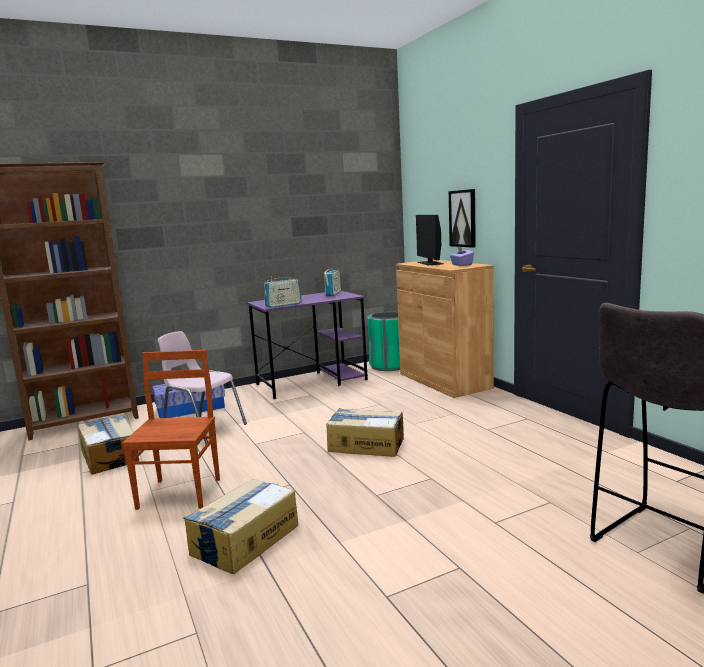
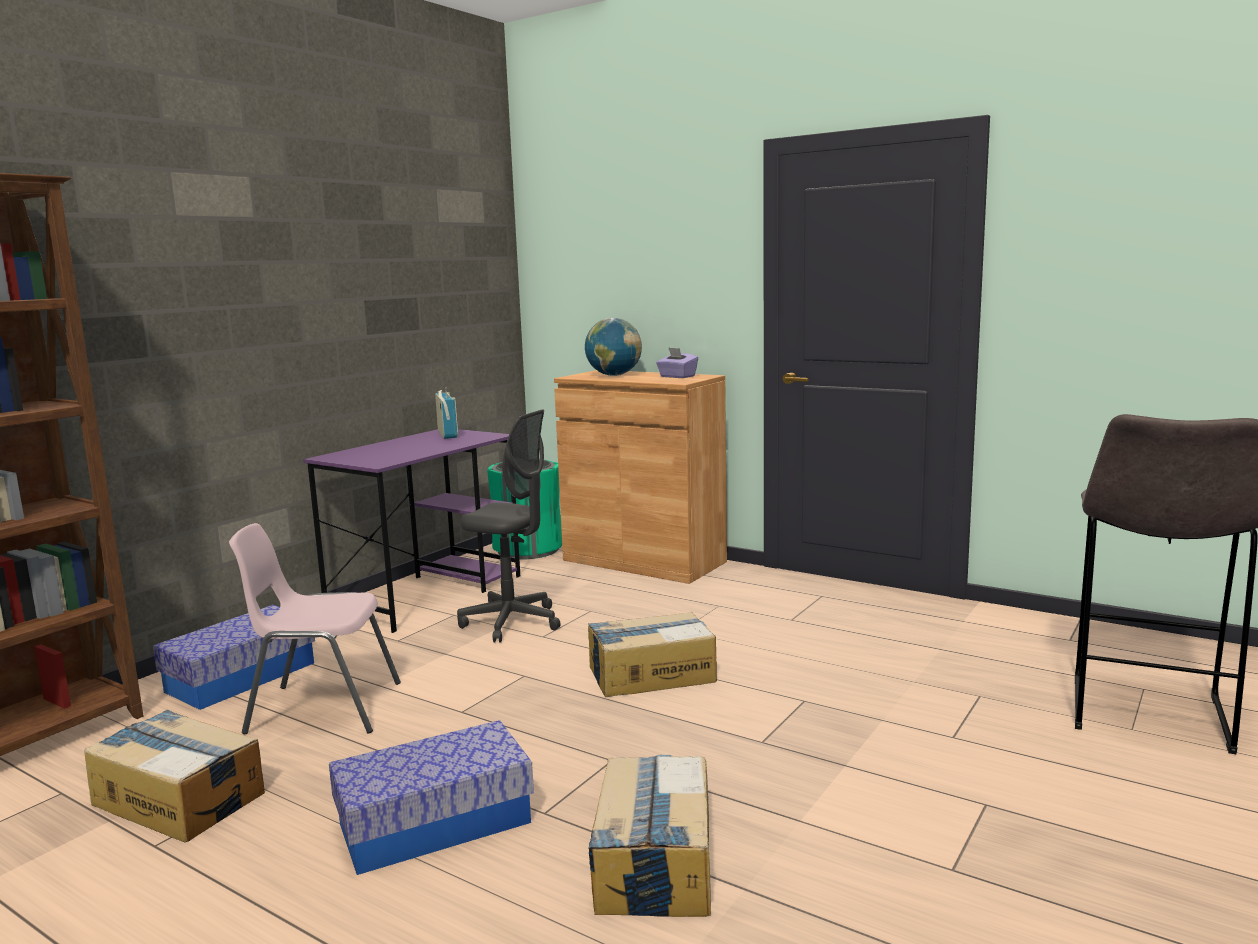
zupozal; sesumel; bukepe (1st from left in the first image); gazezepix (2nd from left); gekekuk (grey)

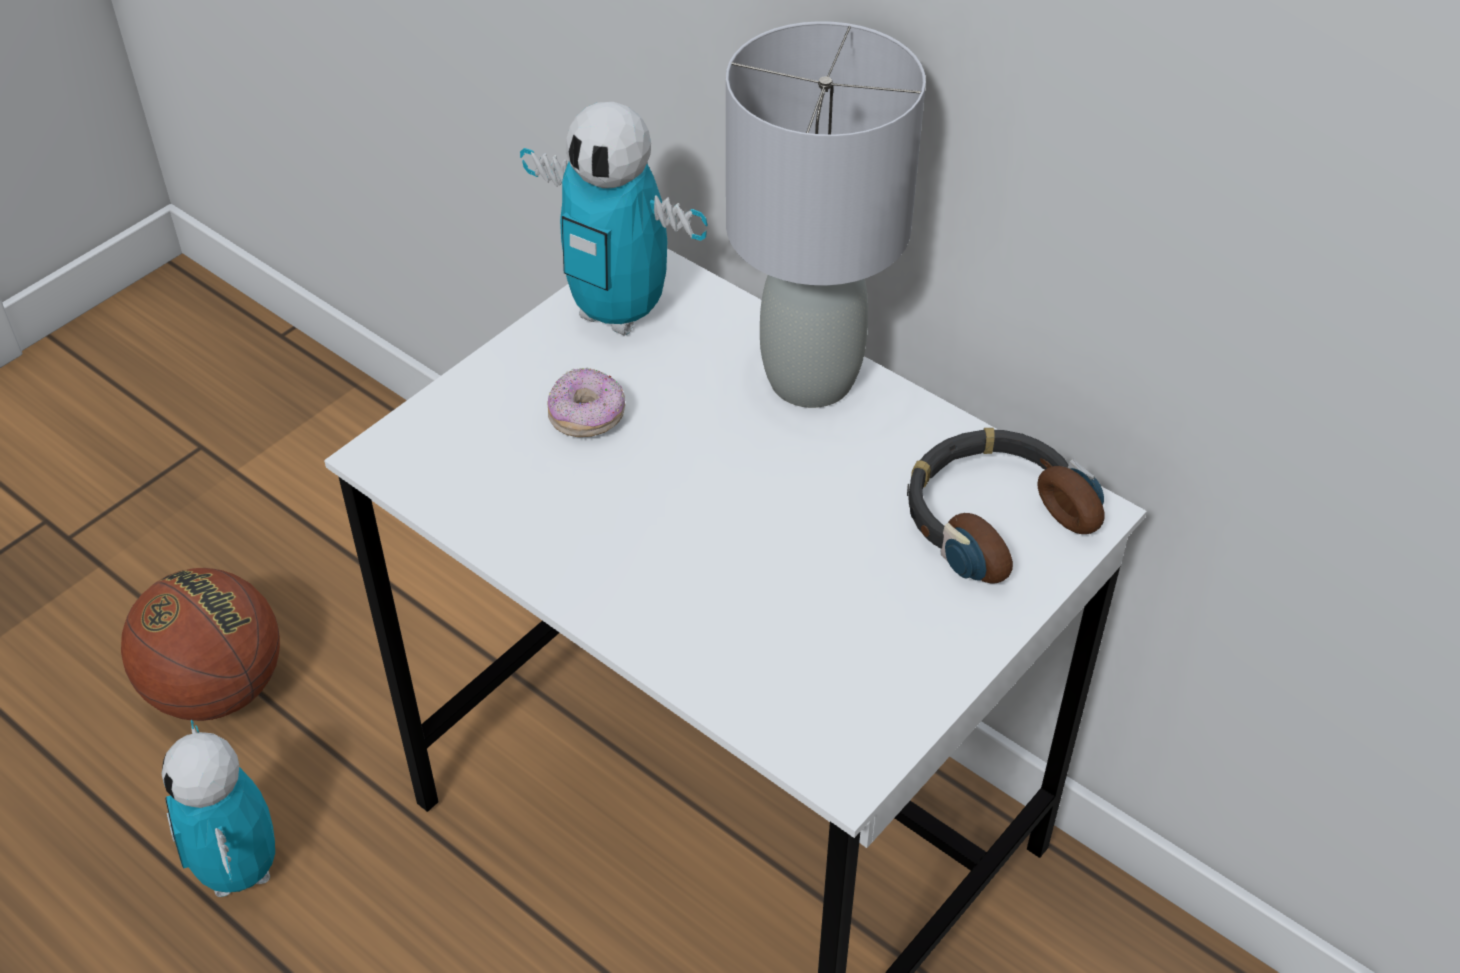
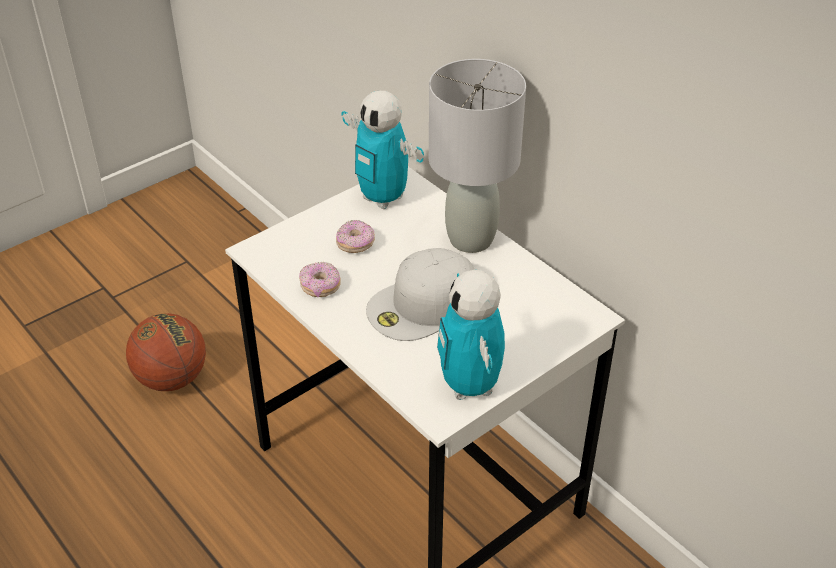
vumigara; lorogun (2nd from left); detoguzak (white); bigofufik (1st from left)

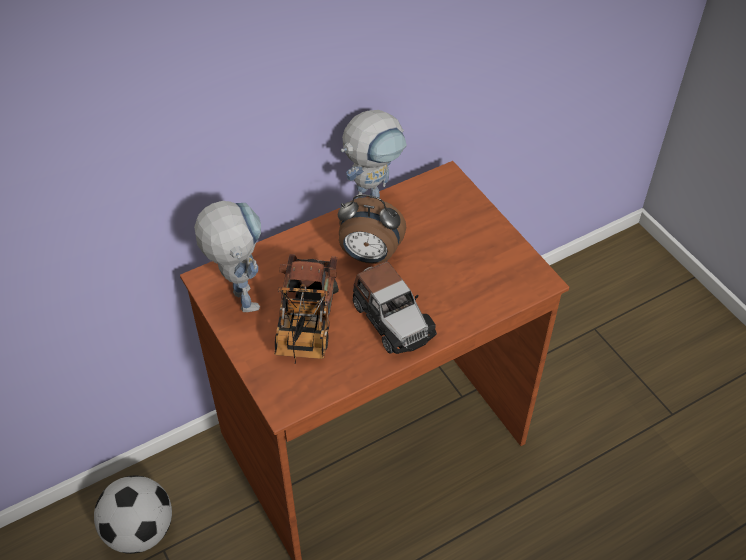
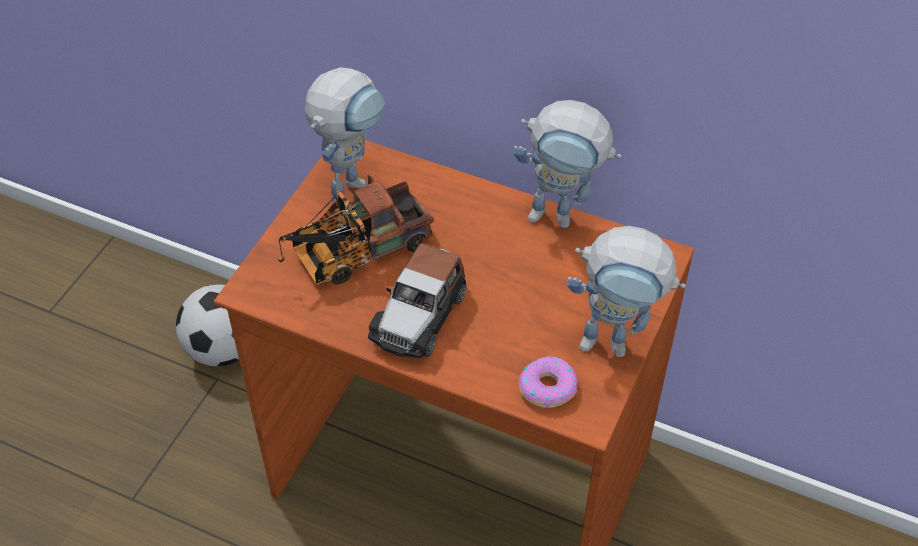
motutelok; lorogun (3rd from left); bigofufik

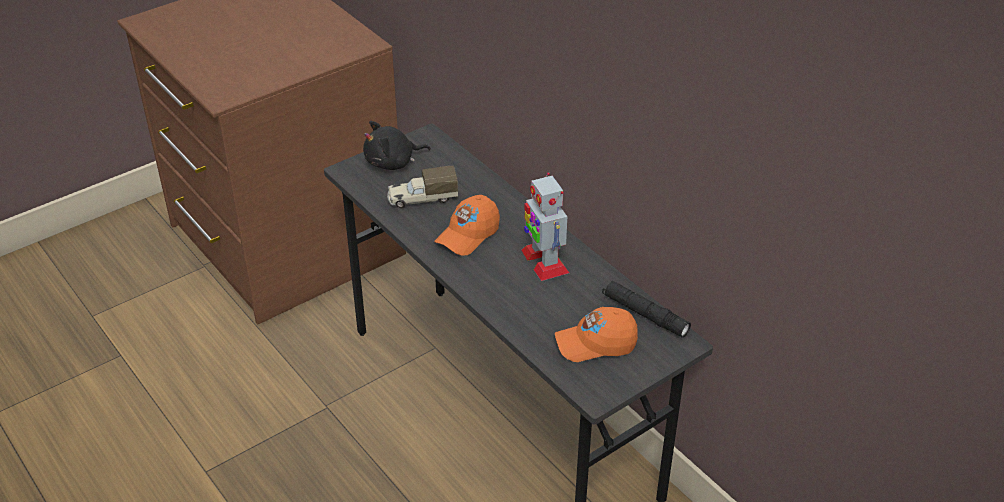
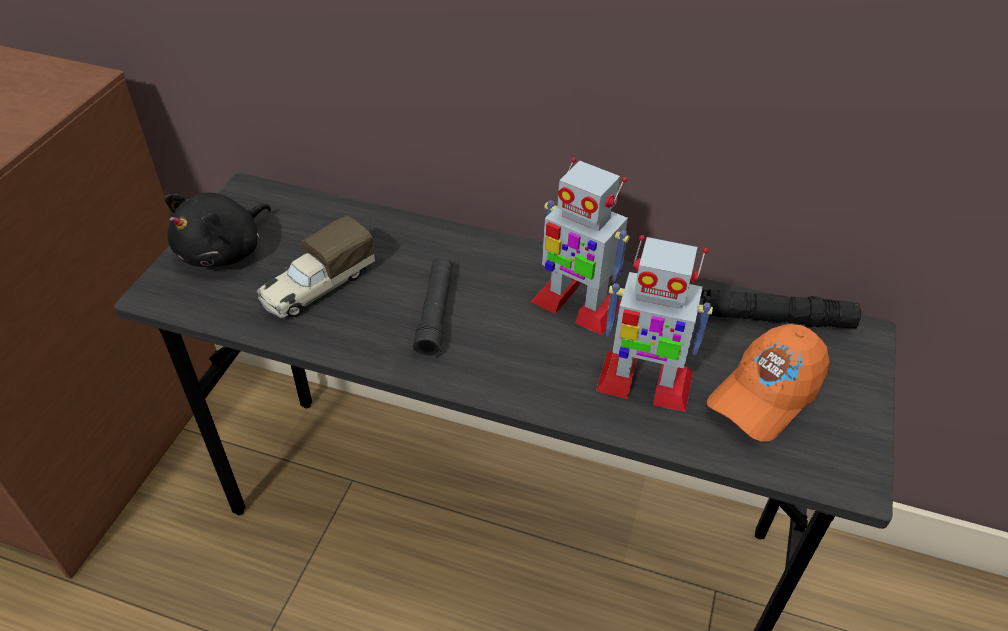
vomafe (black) (1st from left); lorogun (2nd from left)

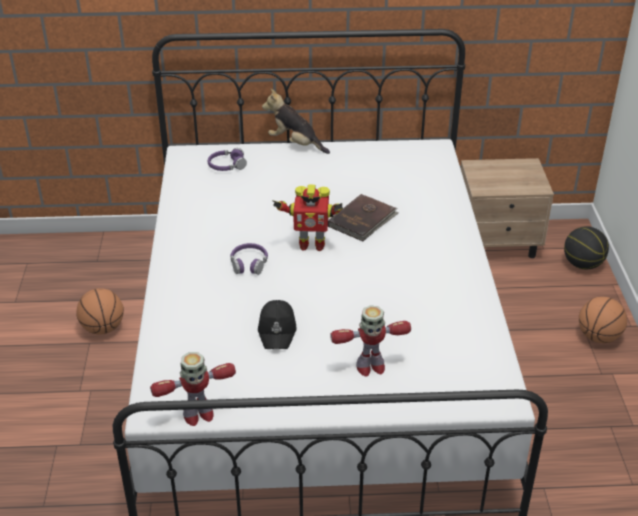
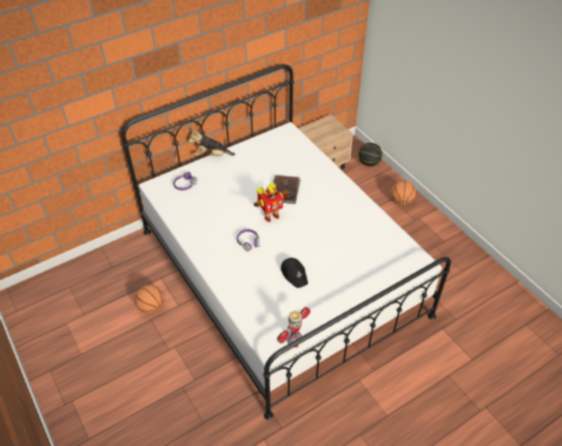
lorogun (3rd from left in the first image)

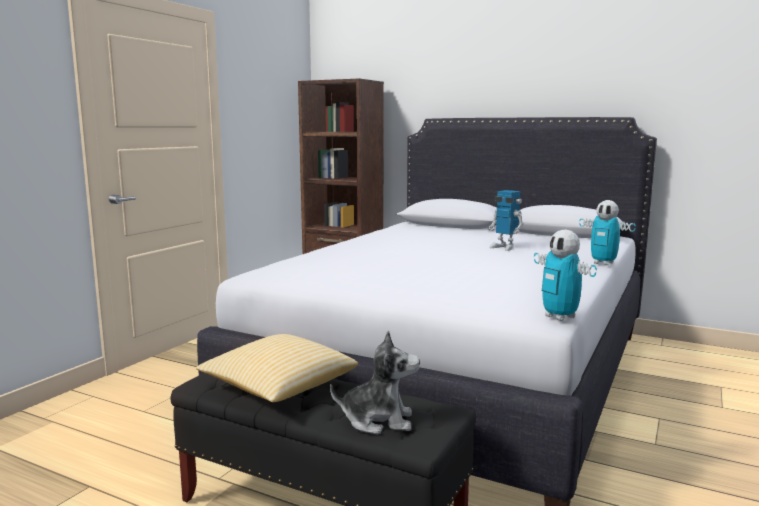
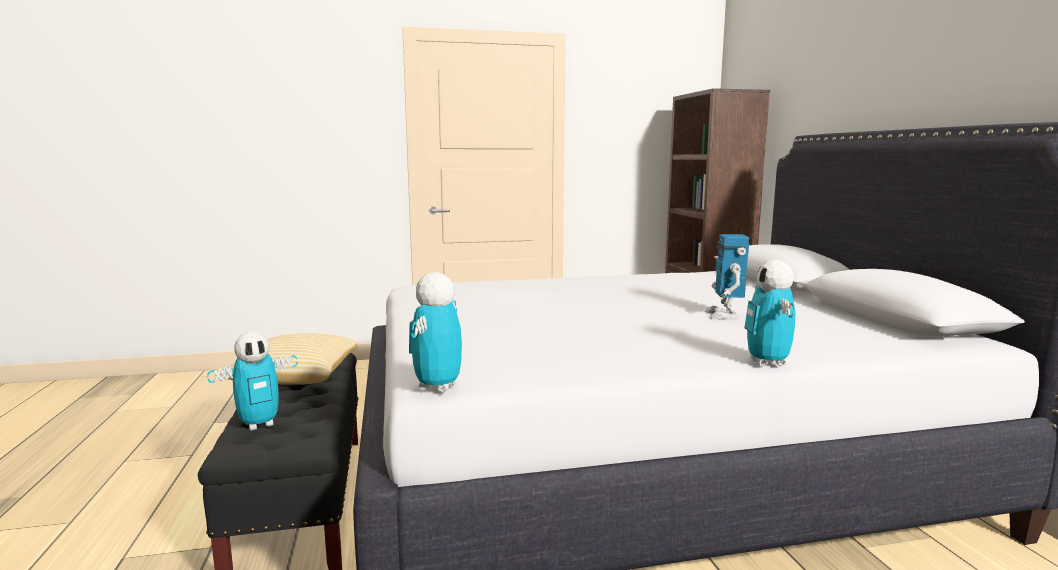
lorogun (1st from left)

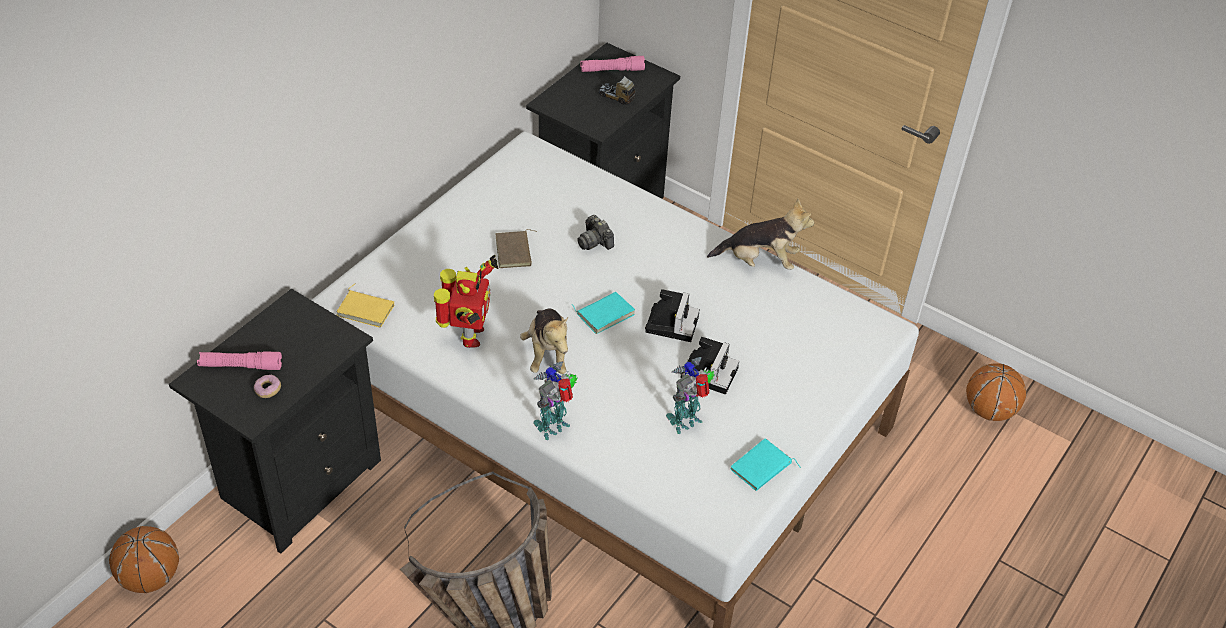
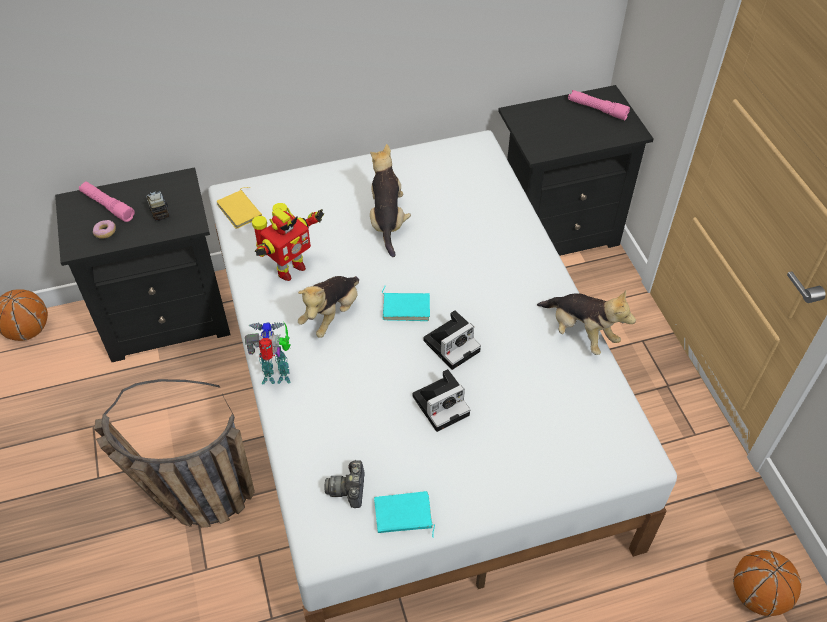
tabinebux; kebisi (1st from left); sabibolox (2nd from left); lorogun (3rd from left in the first image)

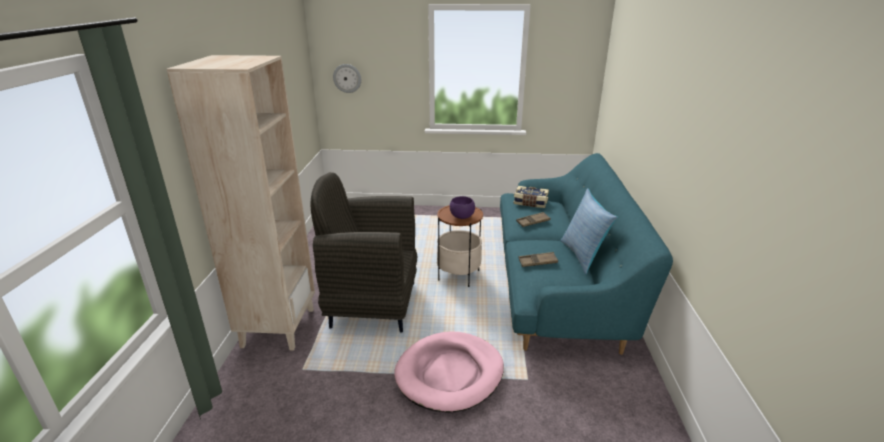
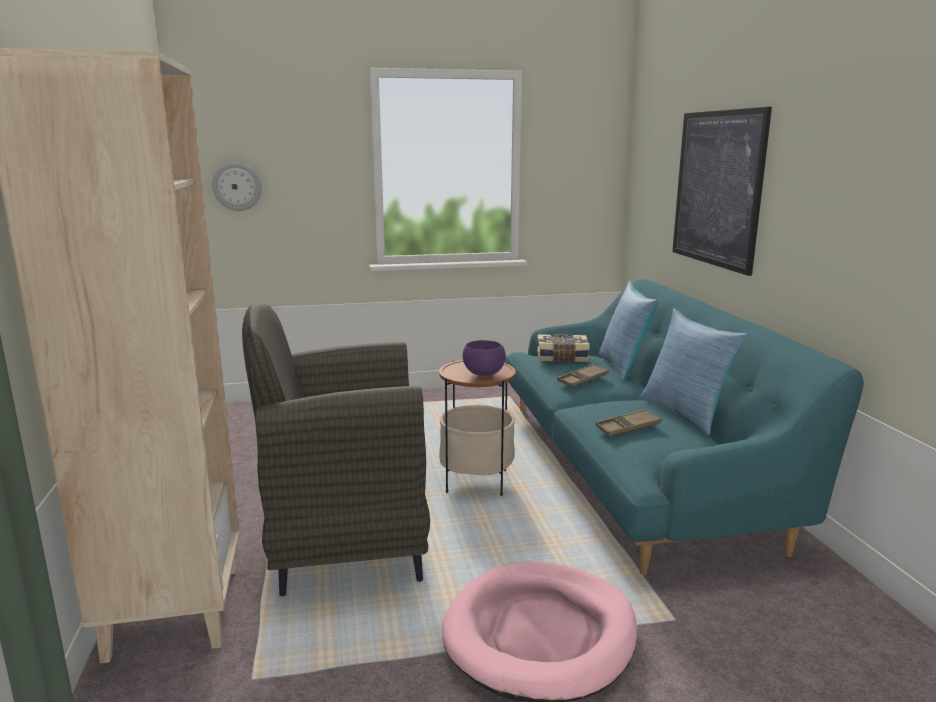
zupozal; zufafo (1st from left)

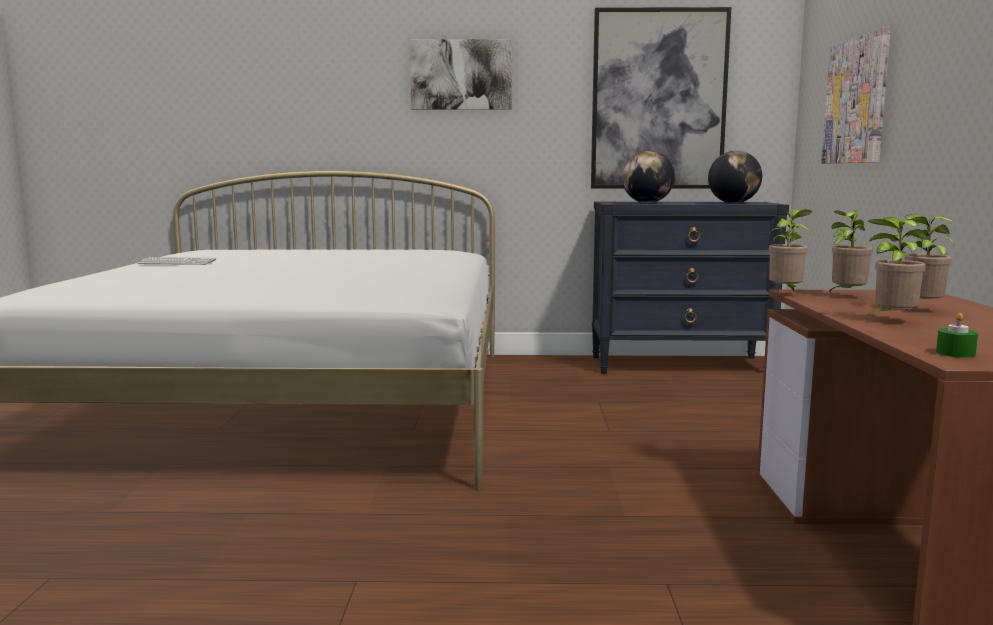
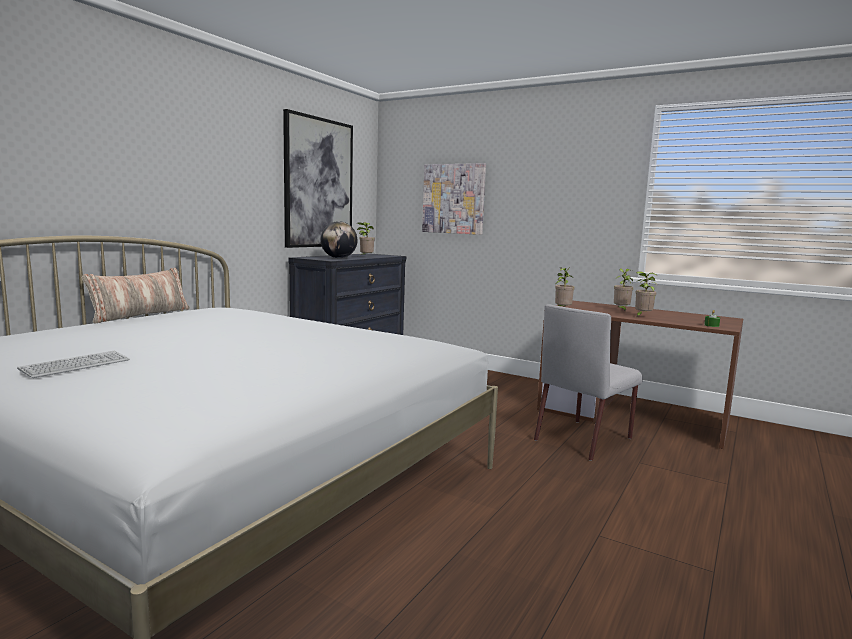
zupozal (1st from left in the first image); sesumel (2nd from left in the first image); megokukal (1st from left); zufafo; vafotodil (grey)

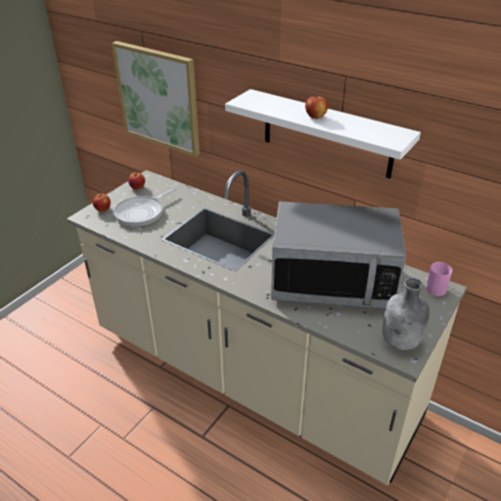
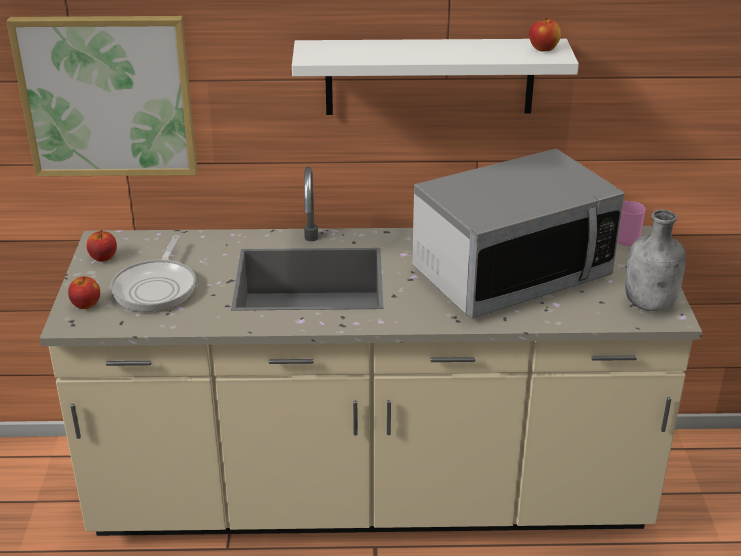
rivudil (3rd from left)

